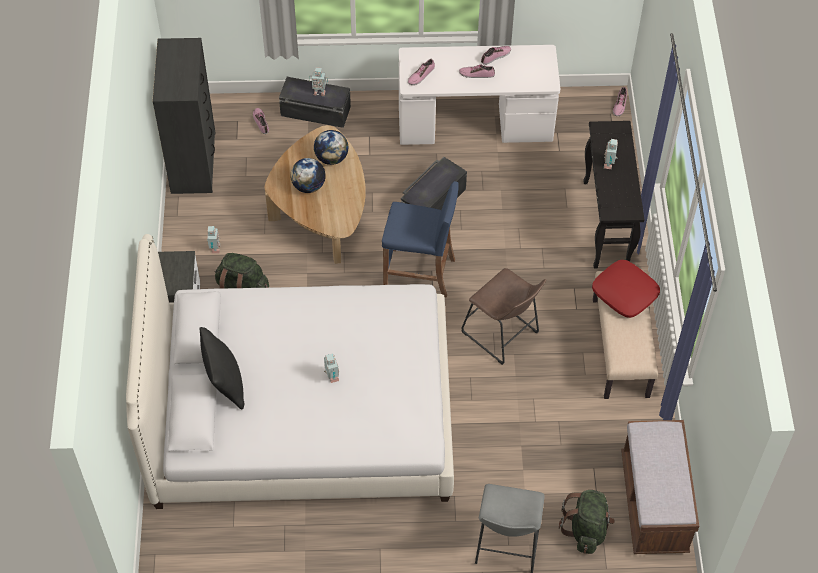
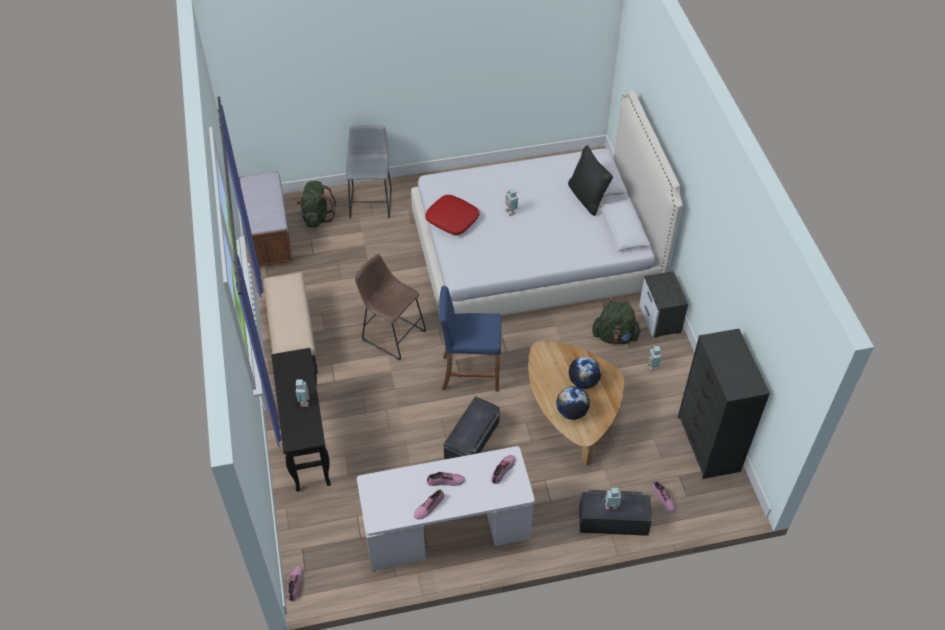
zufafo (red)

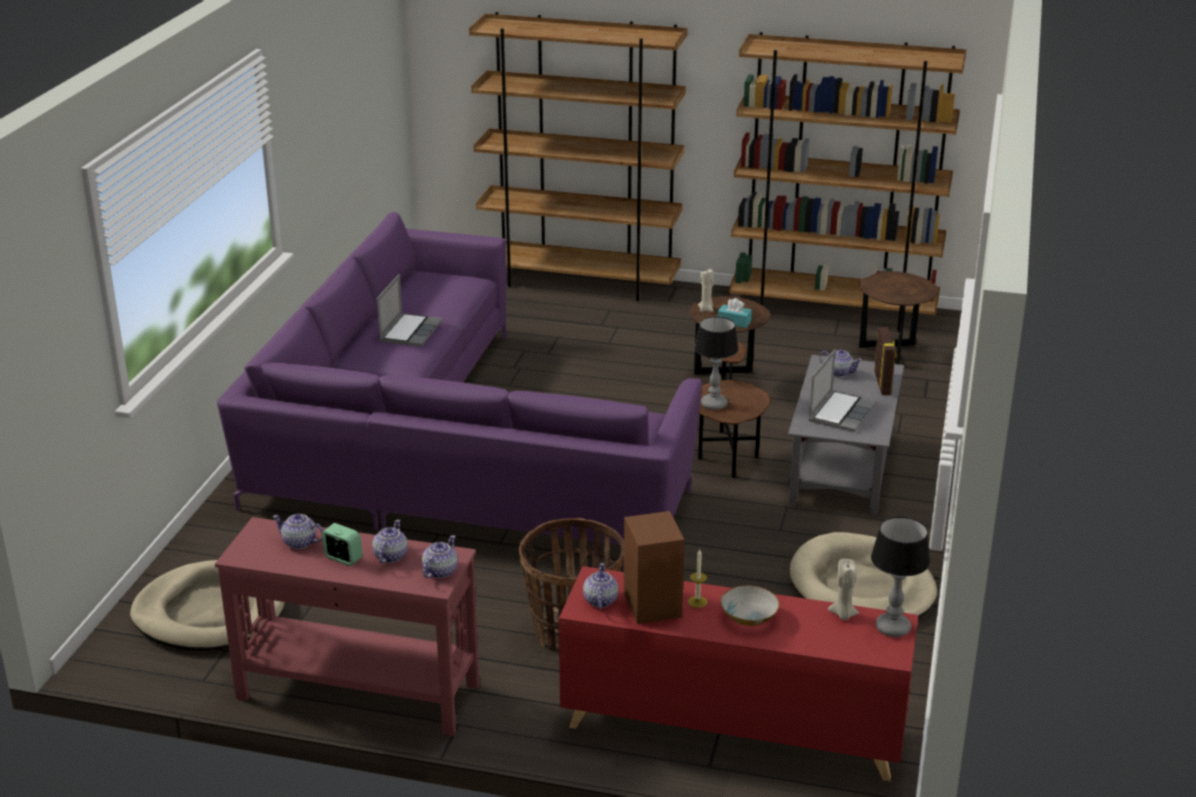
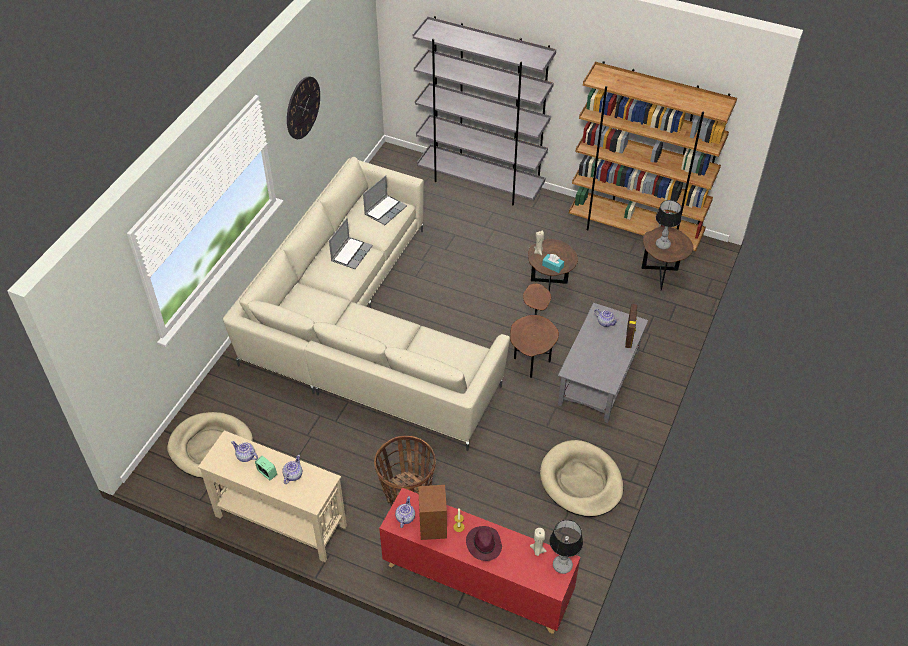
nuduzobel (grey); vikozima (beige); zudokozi (2nd from left); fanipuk (2nd from left); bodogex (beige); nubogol (3rd from left in the first image); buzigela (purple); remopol

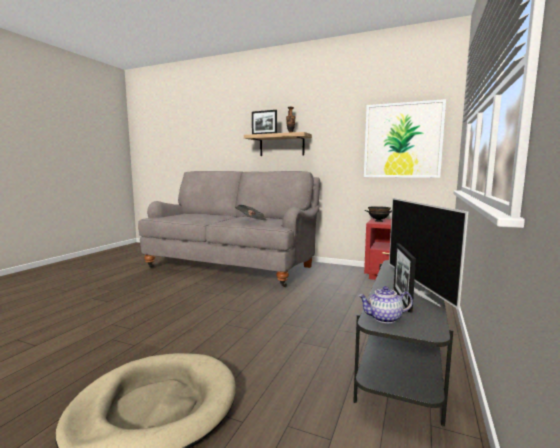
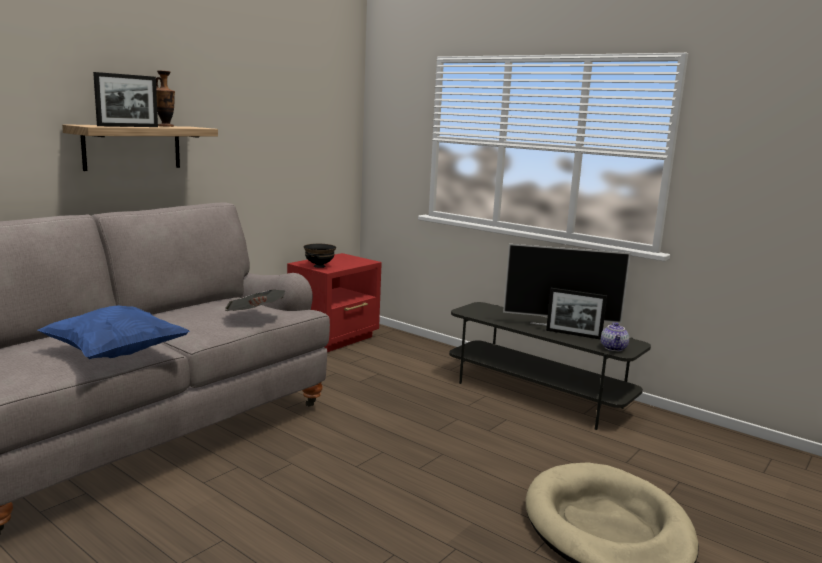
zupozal; zufafo (blue)

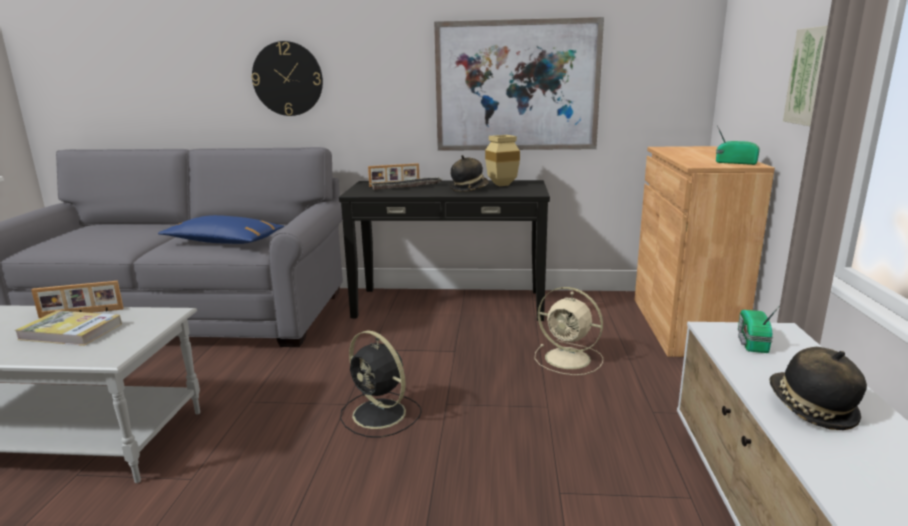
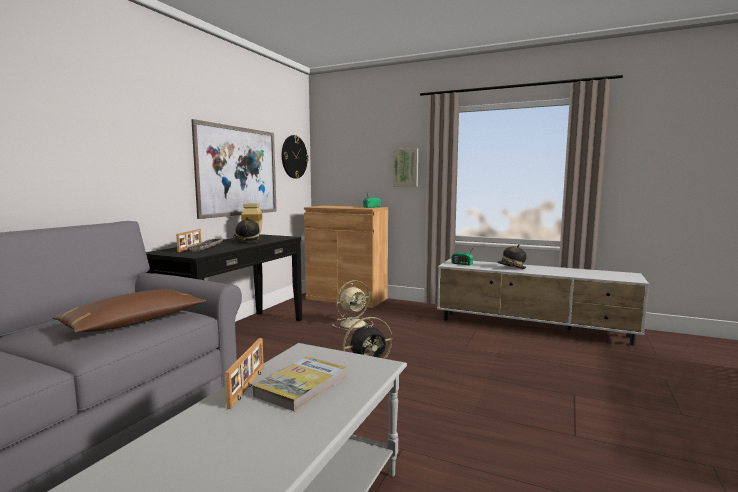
remopol; zufafo (brown)

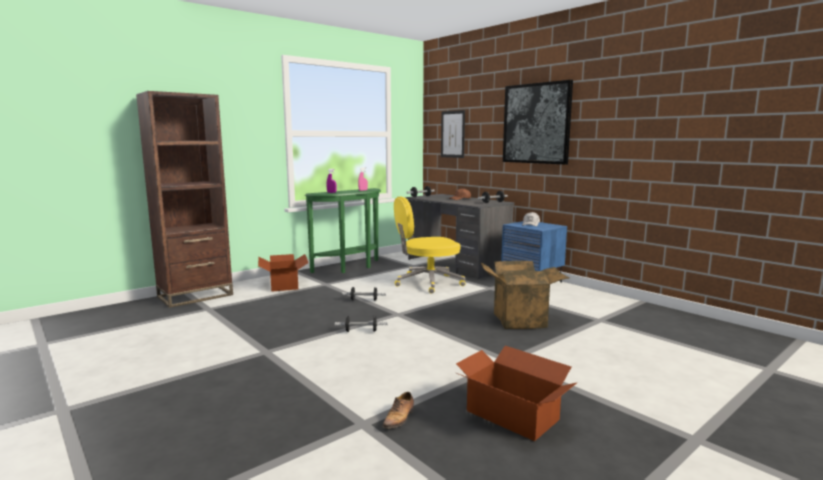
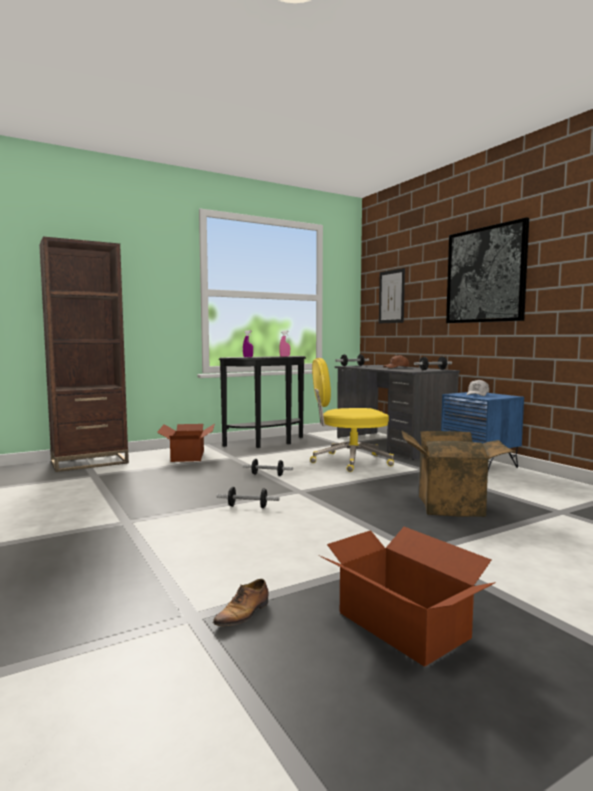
bodogex (black)

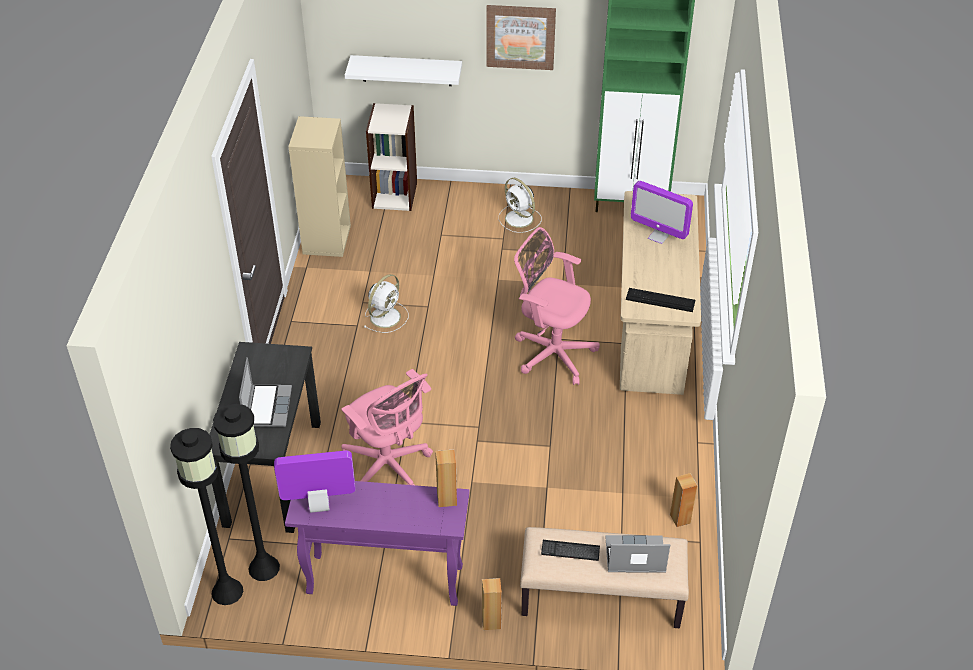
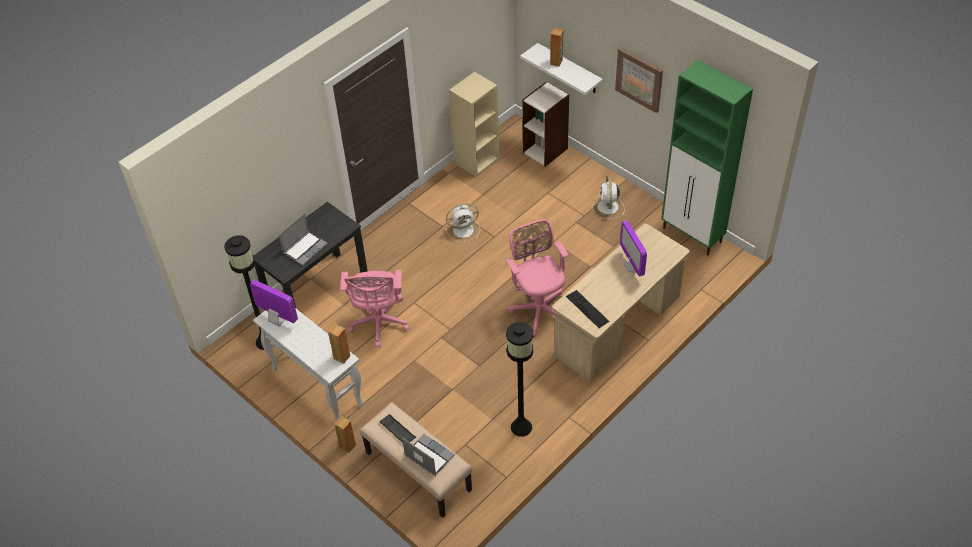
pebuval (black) (2nd from left); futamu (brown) (3rd from left); bodogex (white)

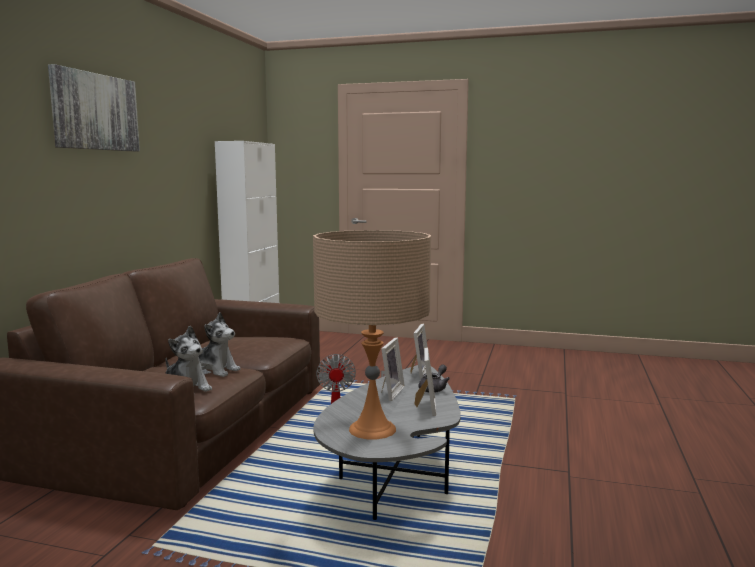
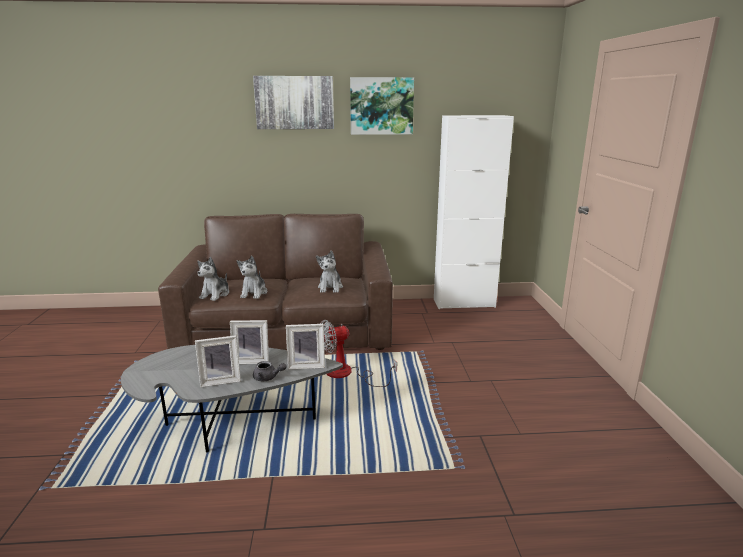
zudokozi (beige); zupozal (2nd from left); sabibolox (3rd from left)

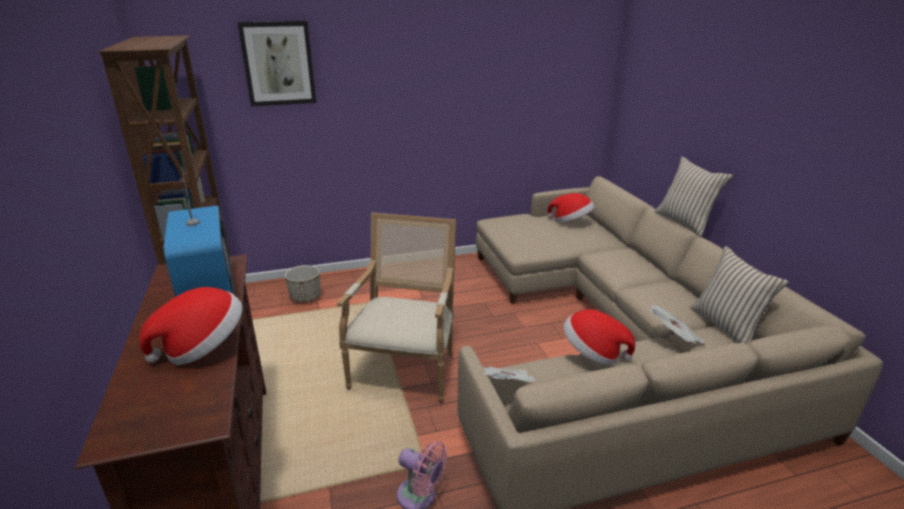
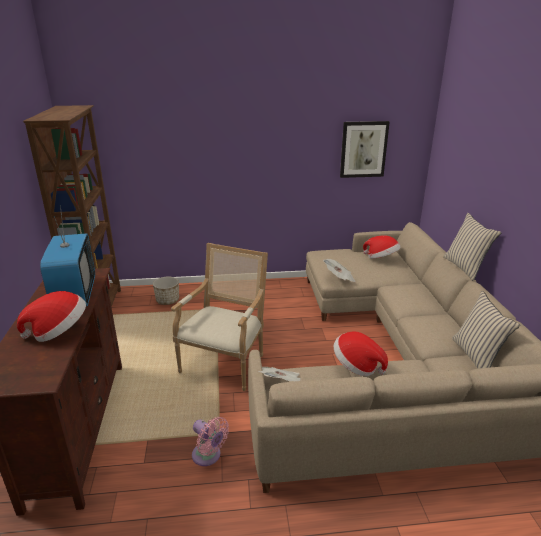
zupozal; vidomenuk (2nd from left)

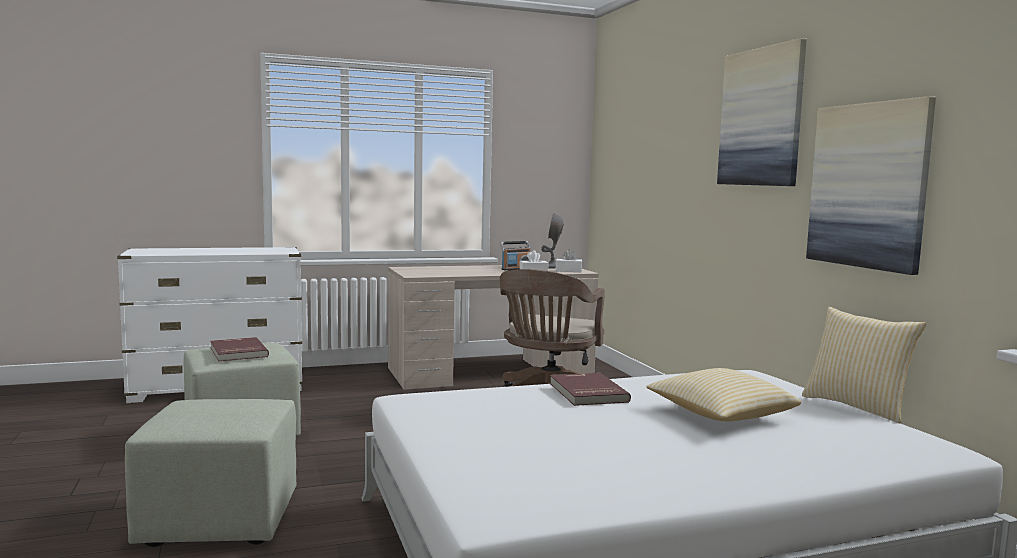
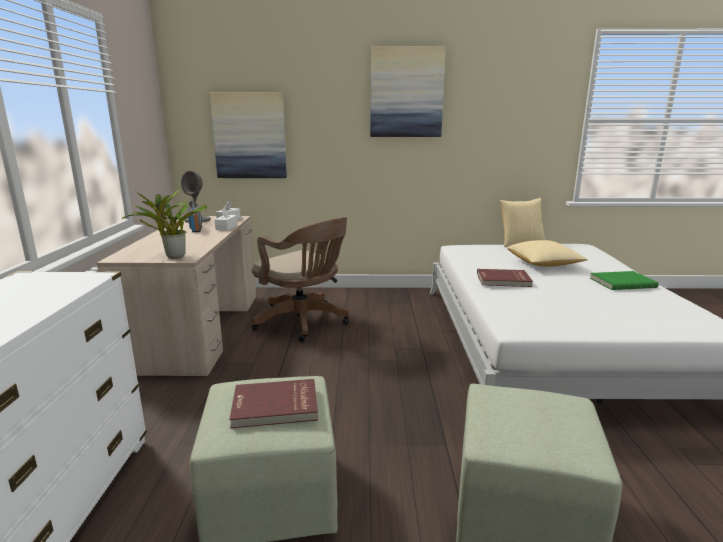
zupozal (1st from left); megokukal; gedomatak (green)

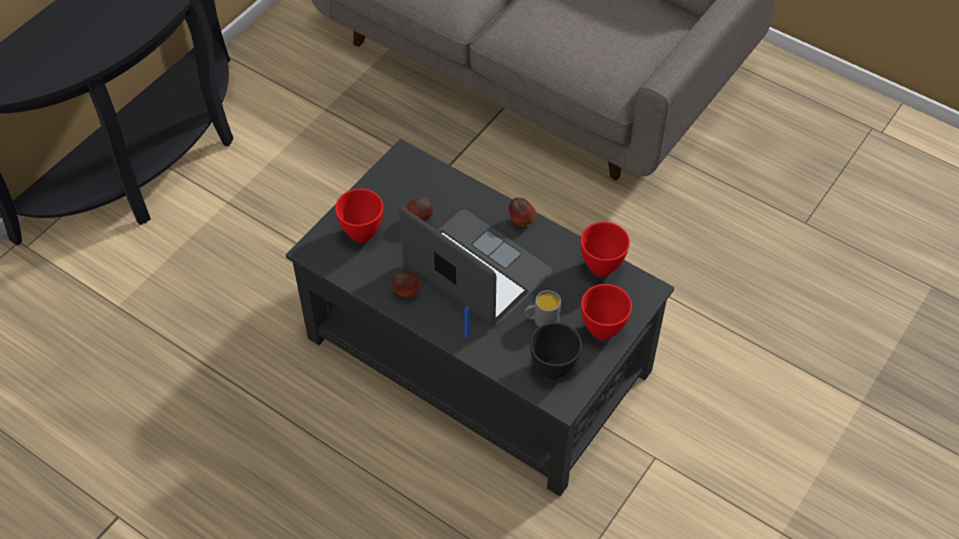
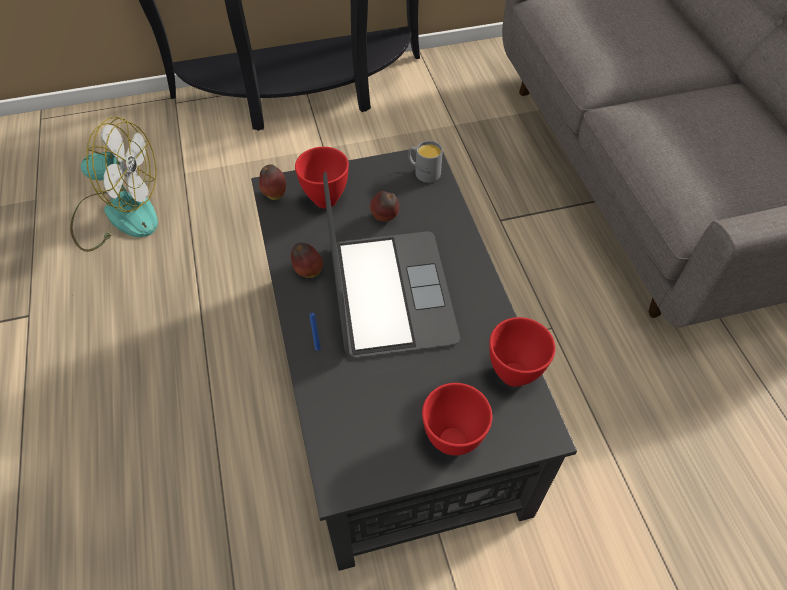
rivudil (1st from left); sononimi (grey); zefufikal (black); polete

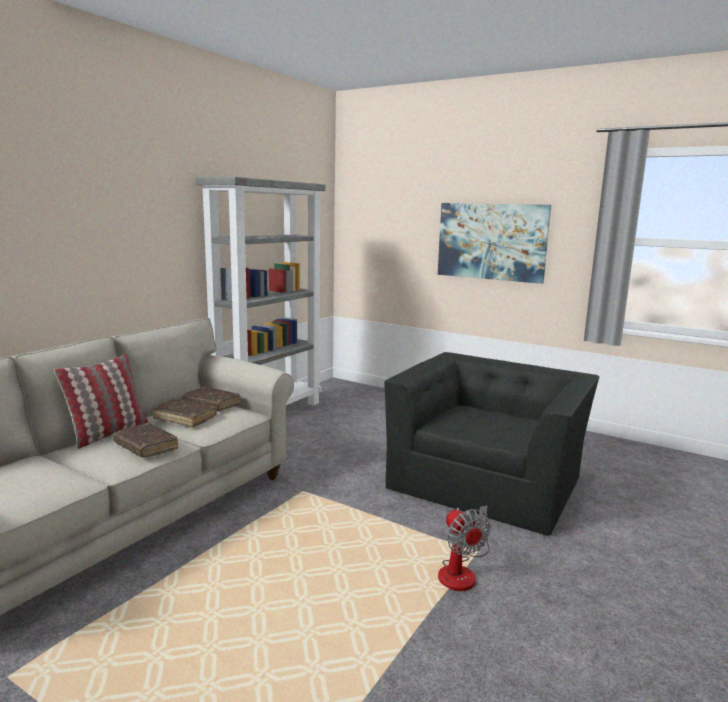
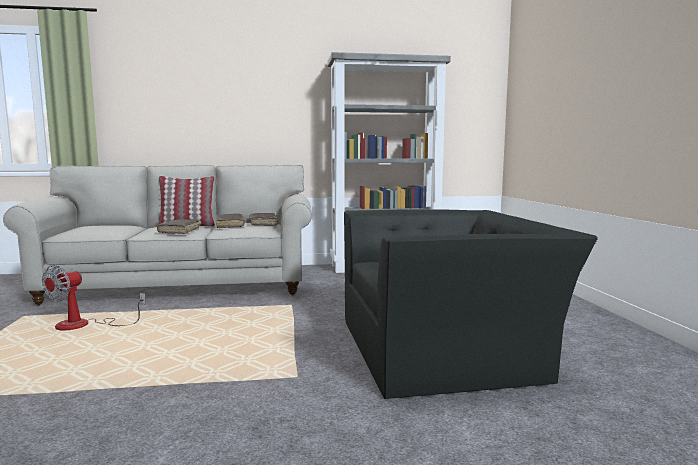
zupozal; polete

